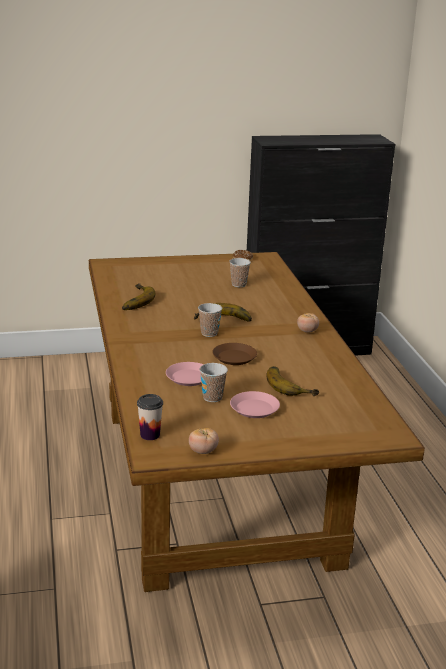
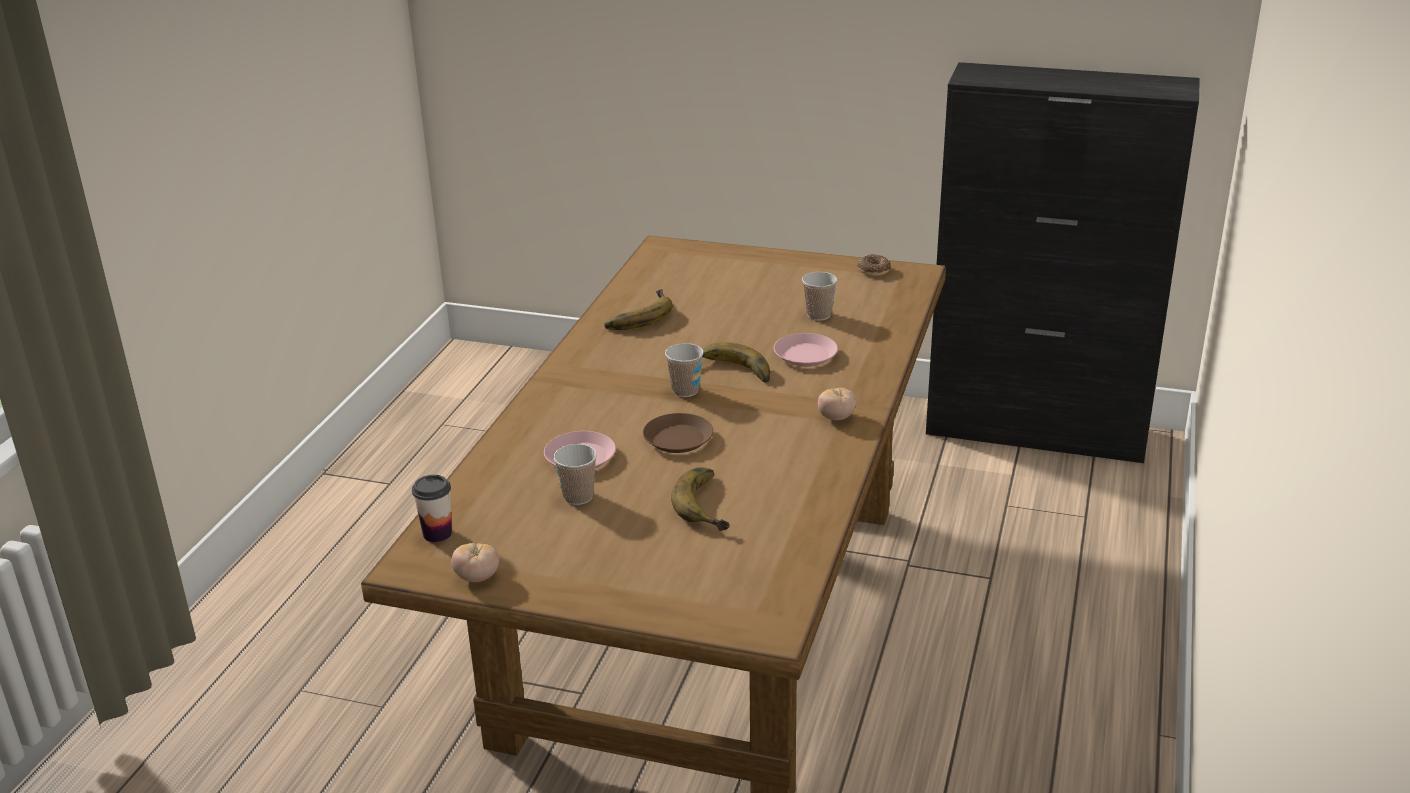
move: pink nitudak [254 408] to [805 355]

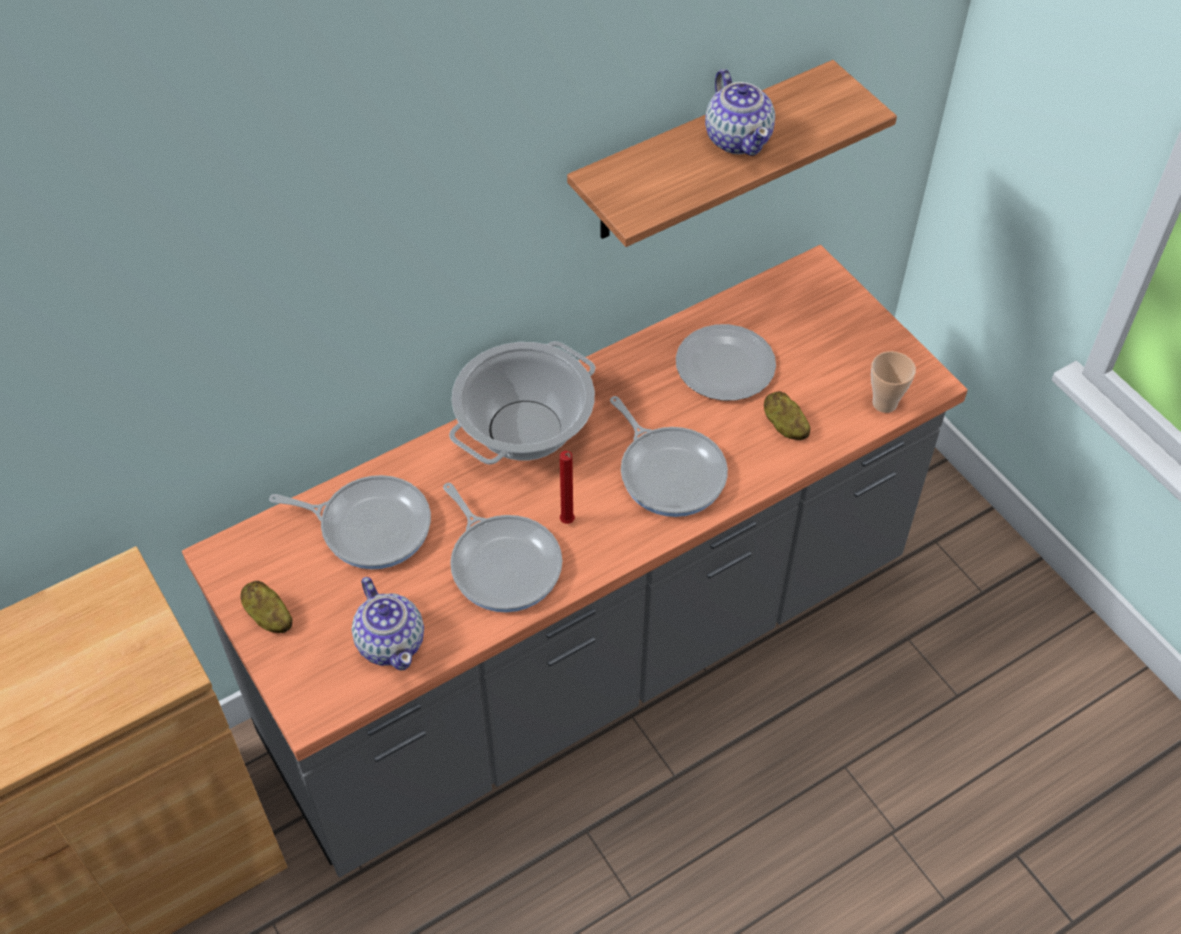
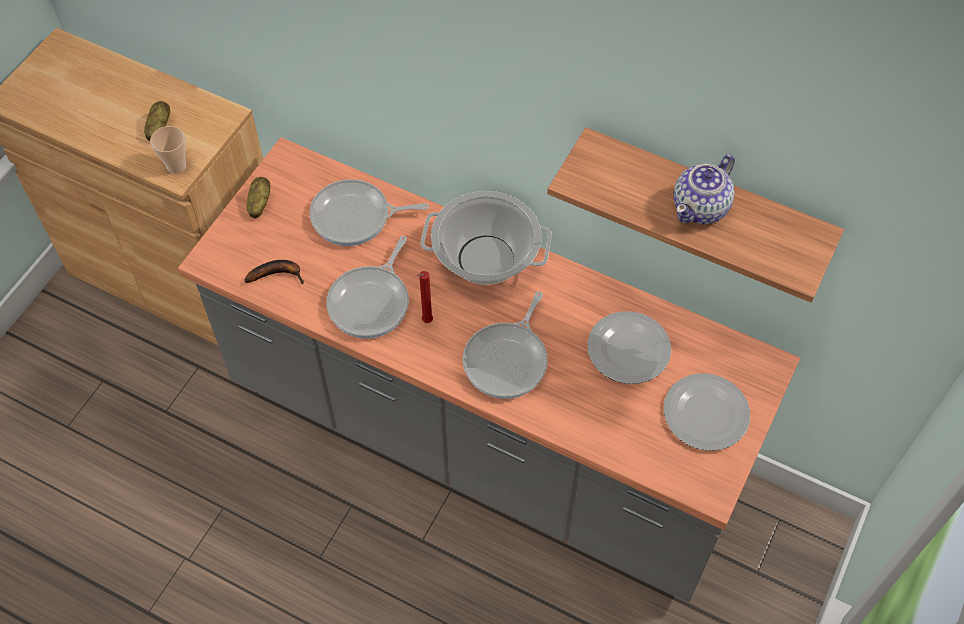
insert: nitudak [707 414]
move: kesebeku [784 426] to [158 128]; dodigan [884 403] to [176 166]
replace: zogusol [391 642] to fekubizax [278 274]
rotate: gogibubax [370 525] = [355 217] 105 degrees clockwise

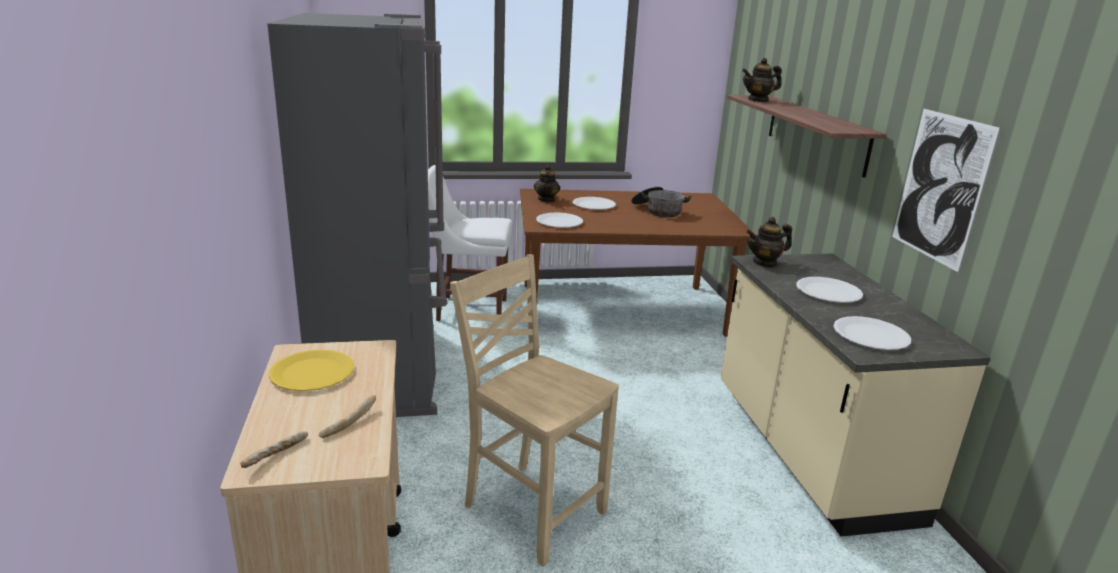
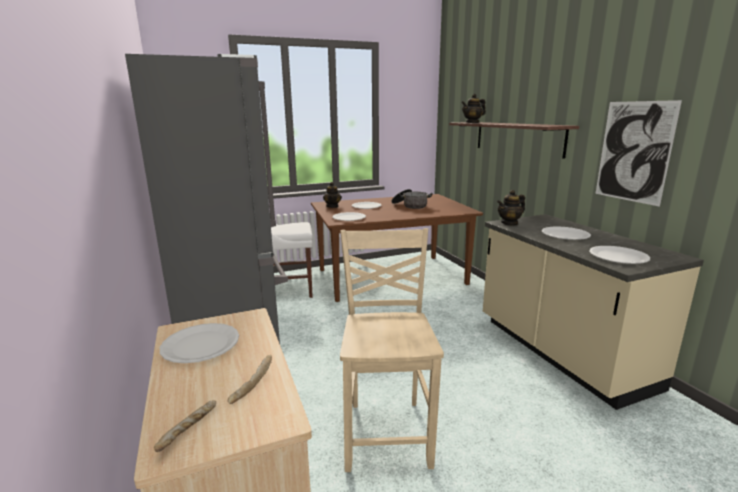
recolor: yellow nitudak [312 372] to white nitudak [201 344]
rotate: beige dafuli [532 509] = [387 432] 60 degrees clockwise

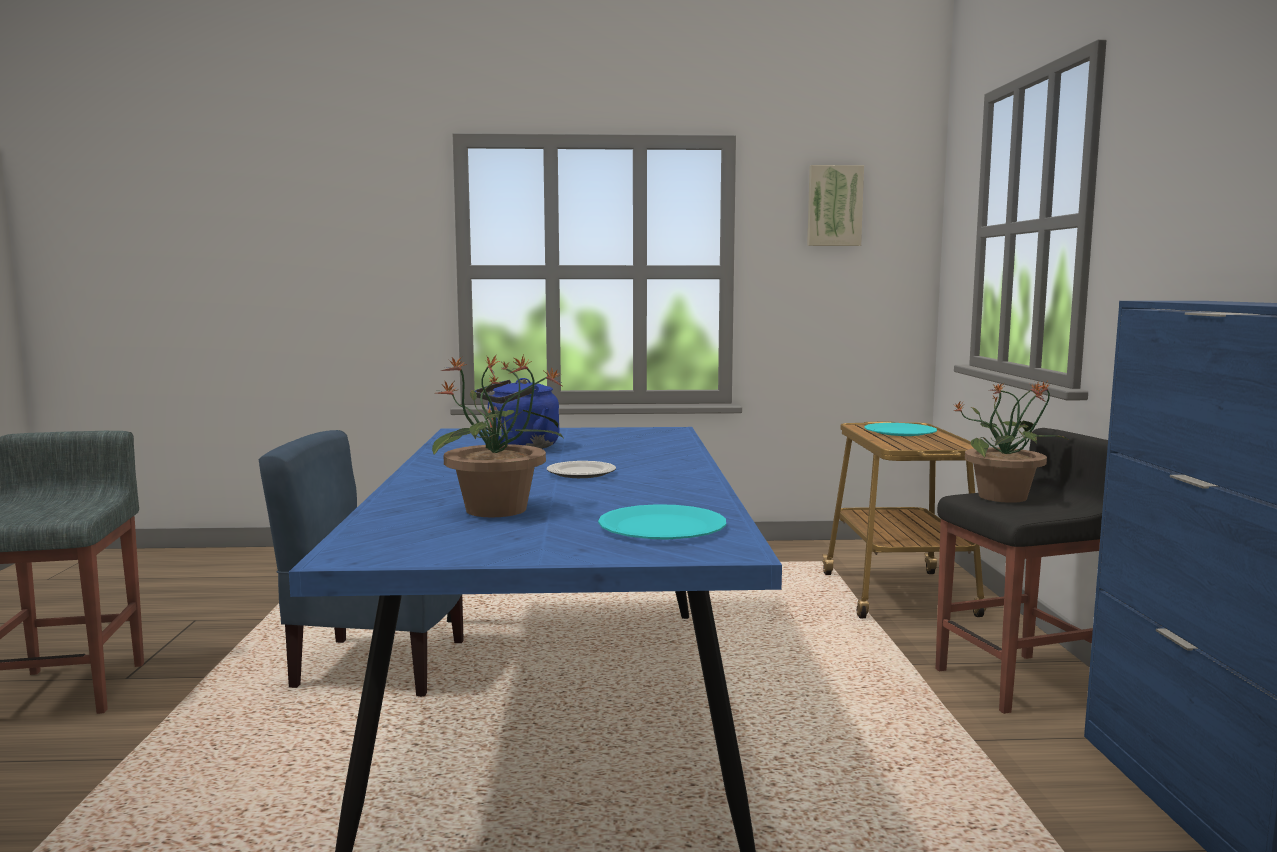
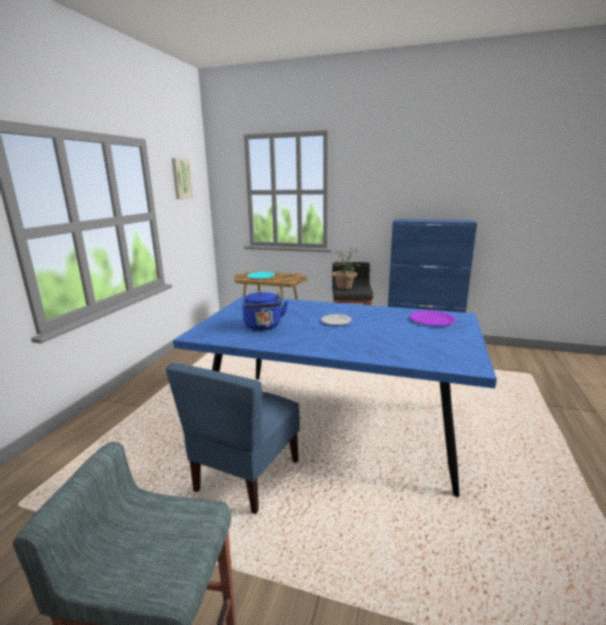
delete: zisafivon [498 510]
recolor: turquoise nitudak [662 527] to purple nitudak [432 319]

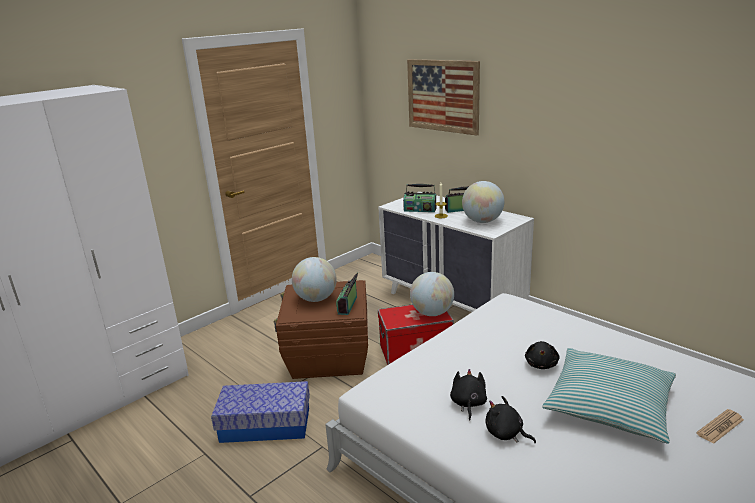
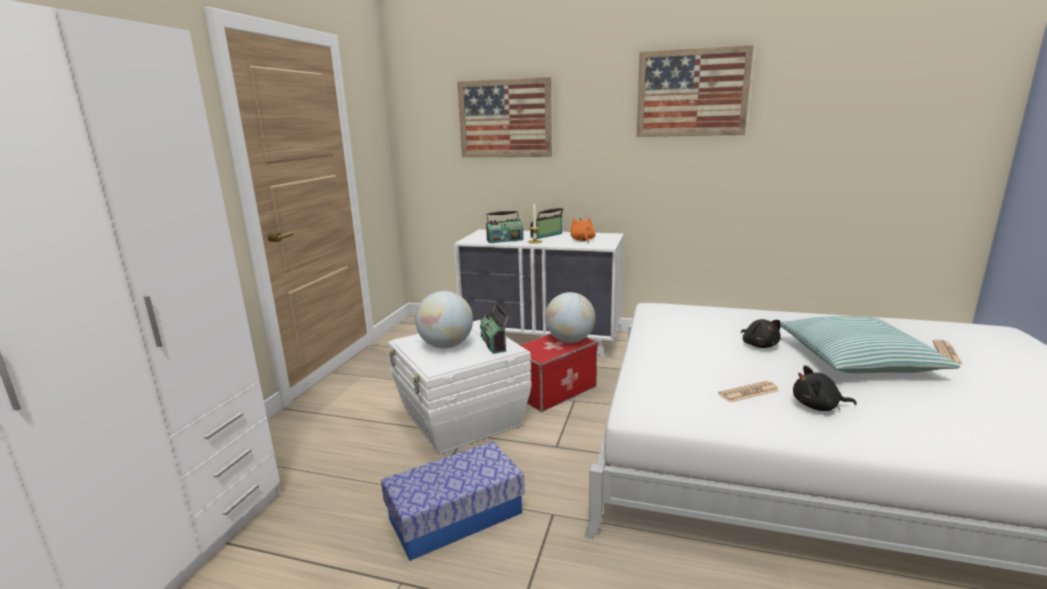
insert: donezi [692 93]
replace: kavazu [482 221] to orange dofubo [582 240]; black dofubo [468 404] to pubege [748 392]
recolor: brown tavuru [328 357] to white tavuru [461 420]

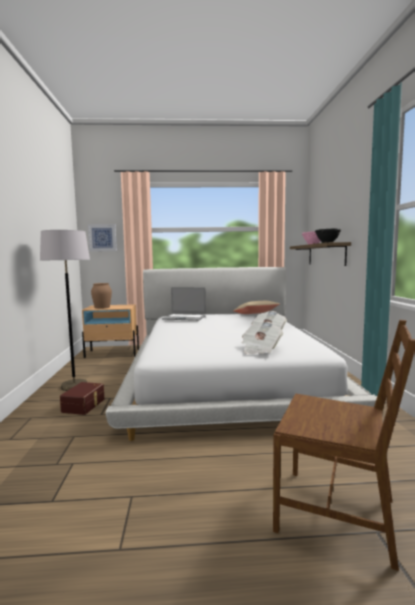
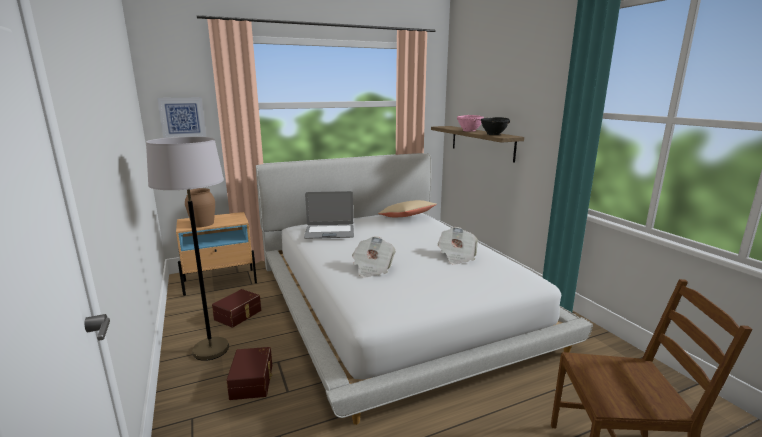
insert: brown tavuru [239 315]
move: pubege [260 349] to [372 268]

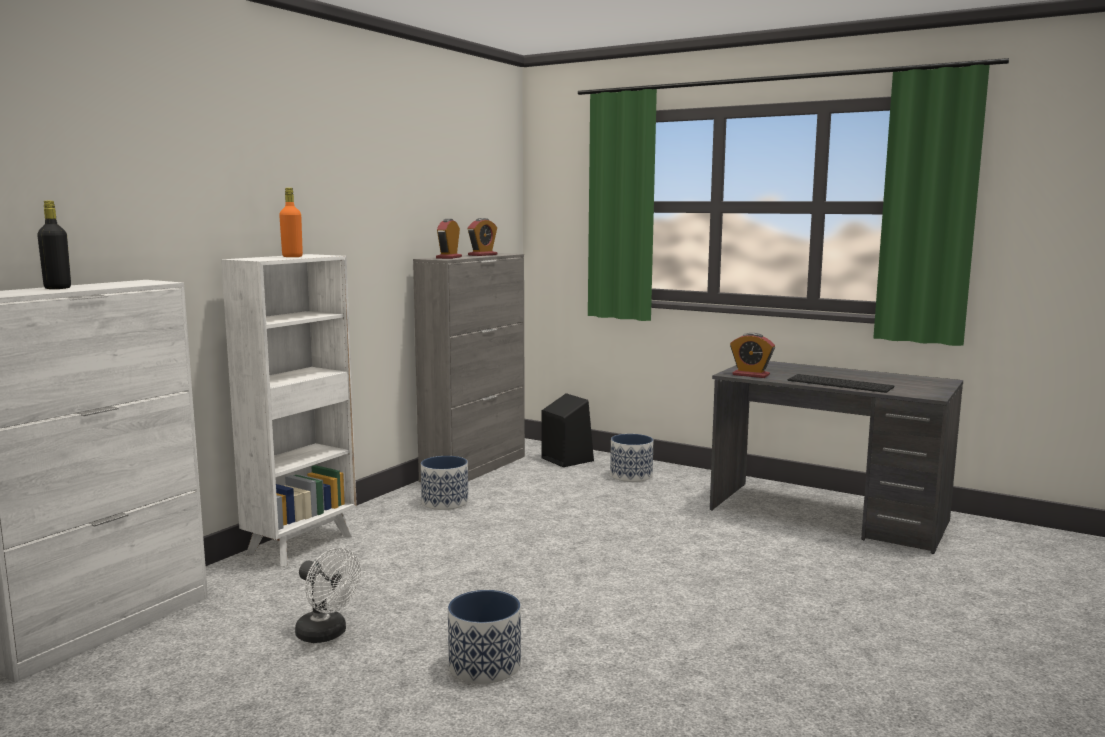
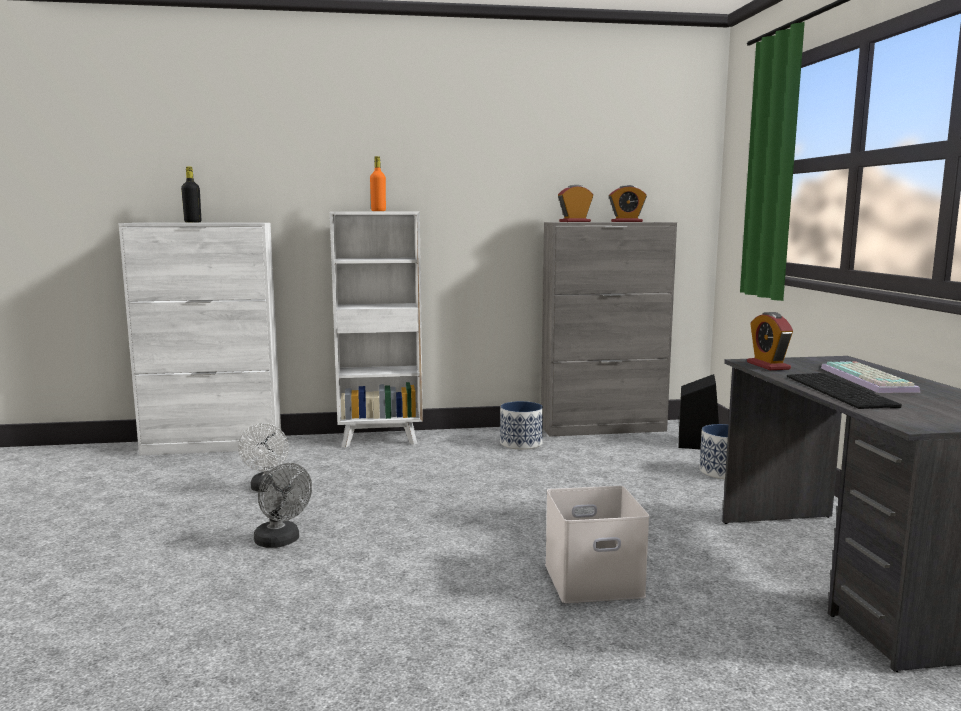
insert: white tavuru [594 579]; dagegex [869 379]
replace: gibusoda [484 665] to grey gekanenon [281 541]

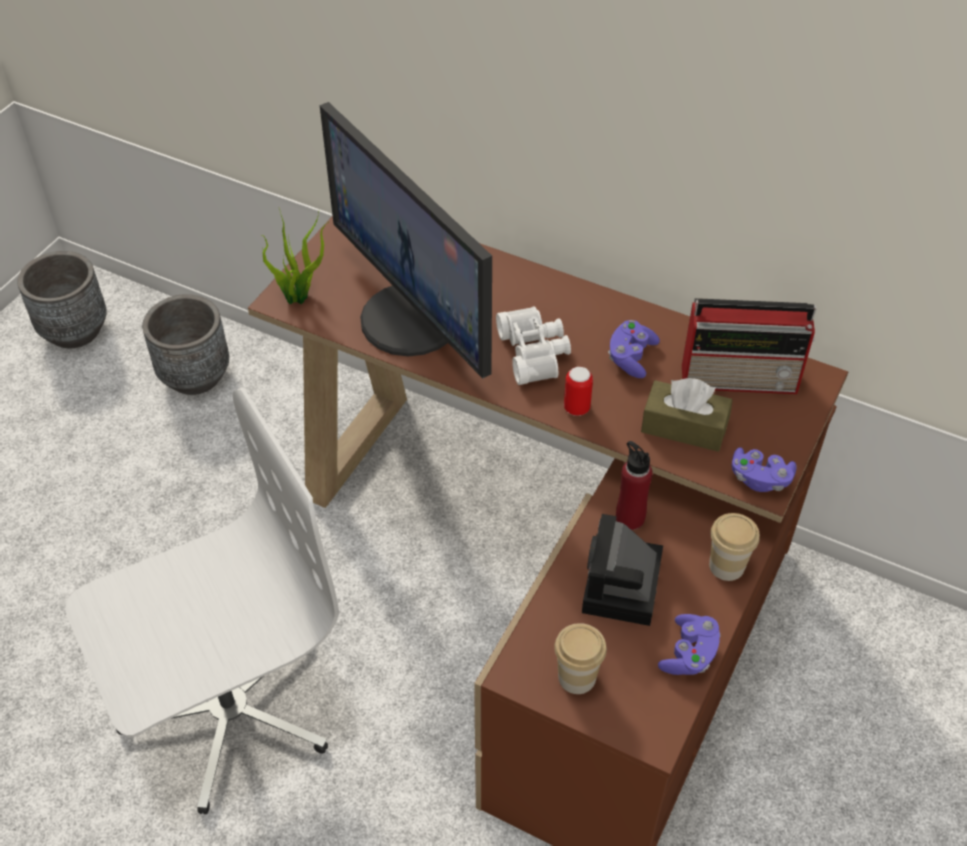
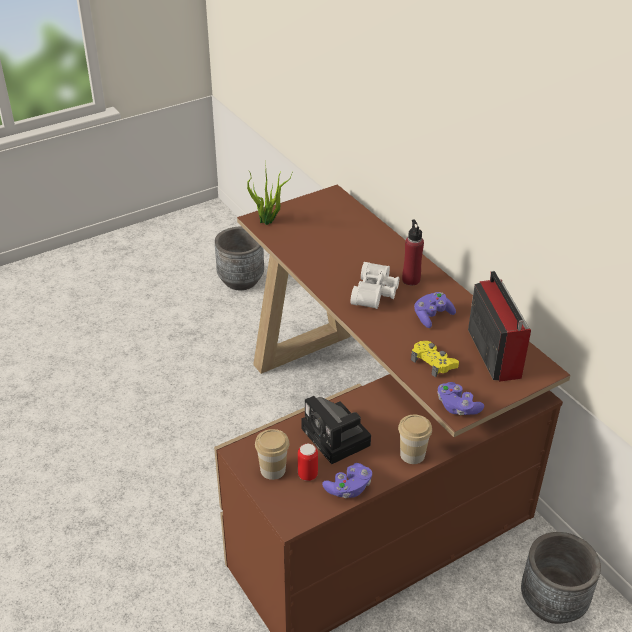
delete: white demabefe [228 709]; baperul [413 319]
move: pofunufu [576 408] to [307 475]; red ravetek [630 518] to [411 280]; grey gibusoda [75 331] to [552 603]
replace: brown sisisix [684 427] to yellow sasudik [433 362]
rotate: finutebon [622 589] = [338 438] 75 degrees counterclockwise; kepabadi [741 378] = [494 352] 135 degrees counterclockwise

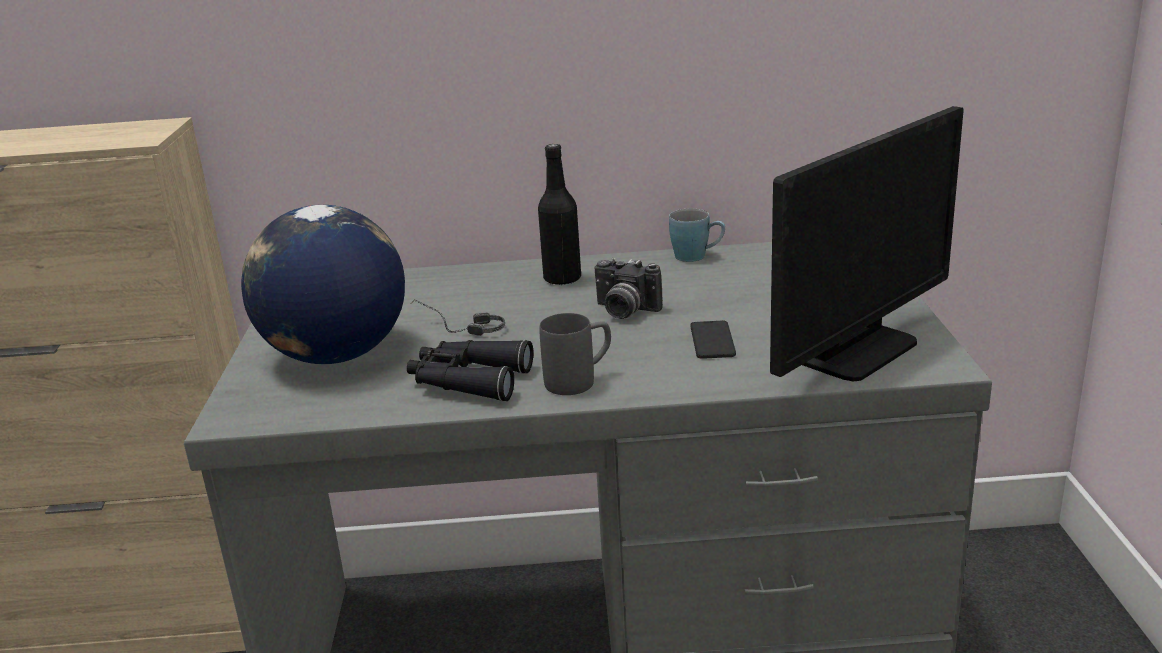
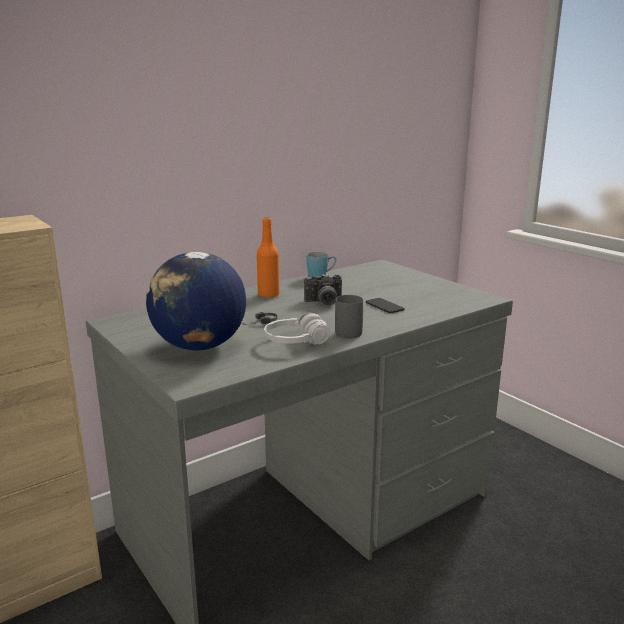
delete: baperul [856 351]
replace: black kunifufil [468 381] to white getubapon [296 342]
recolor: black ravetek [562 279] to orange ravetek [268 295]

